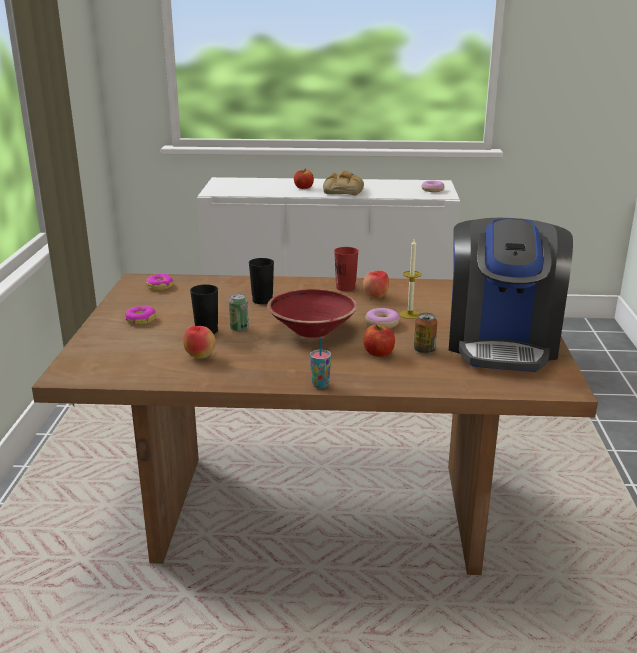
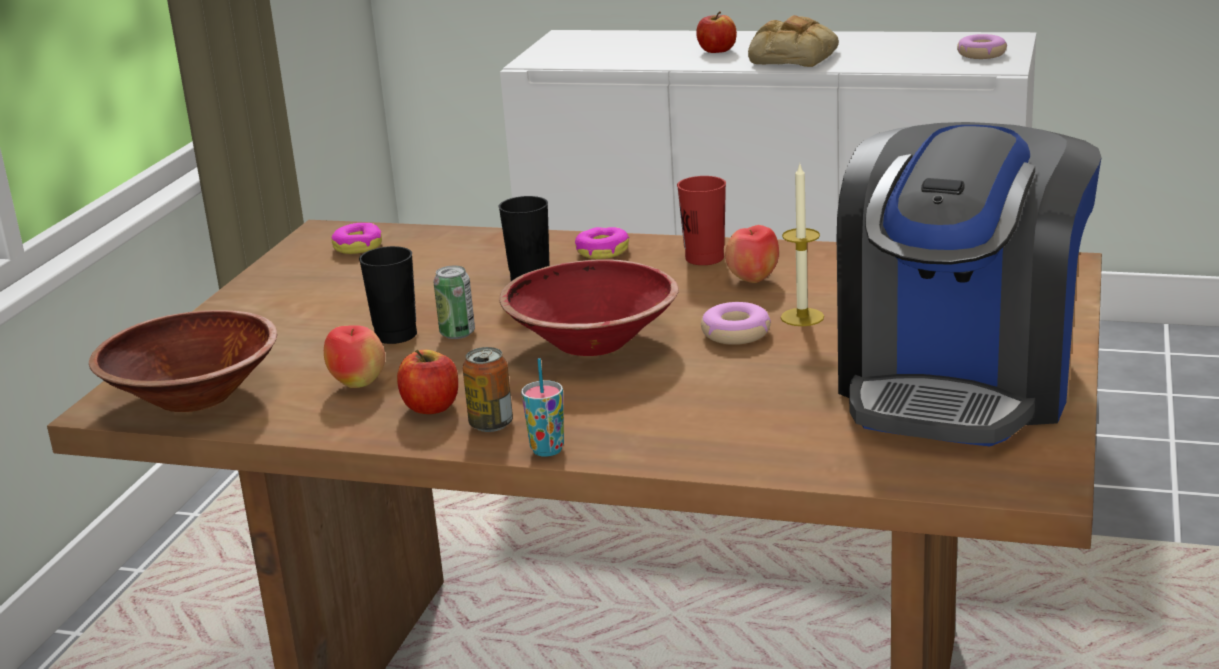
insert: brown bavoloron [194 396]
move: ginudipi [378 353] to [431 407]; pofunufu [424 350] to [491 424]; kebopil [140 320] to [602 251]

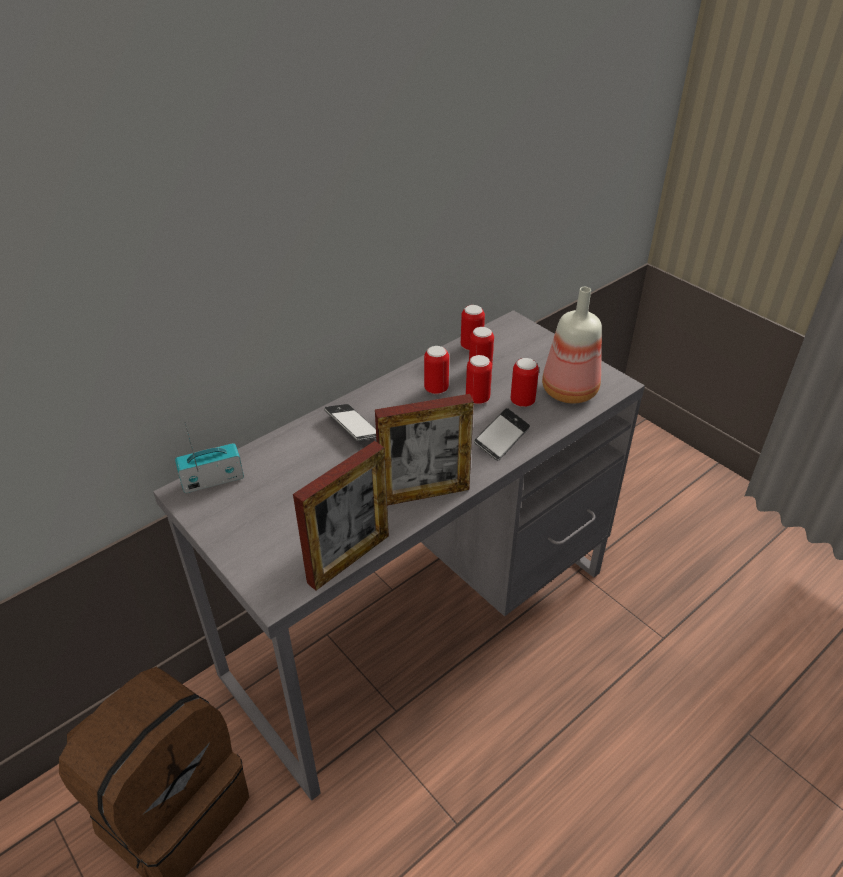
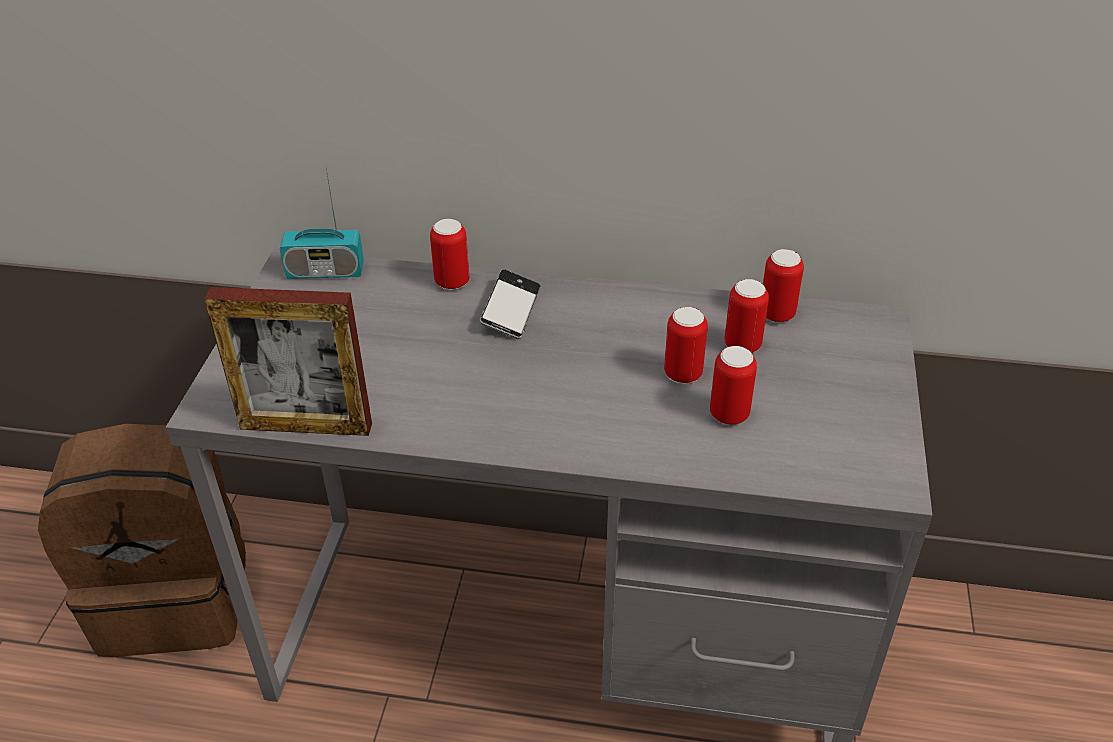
delete: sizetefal [424 493]; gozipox [501 438]; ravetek [570 392]
move: pofunufu [436 389] to [452 282]
rotate: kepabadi [212 480] = [325 271] 150 degrees clockwise

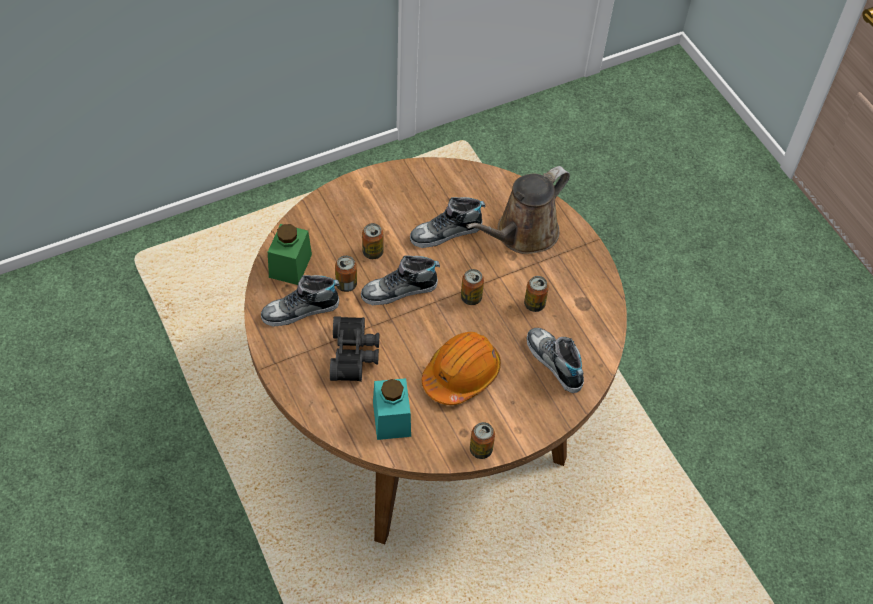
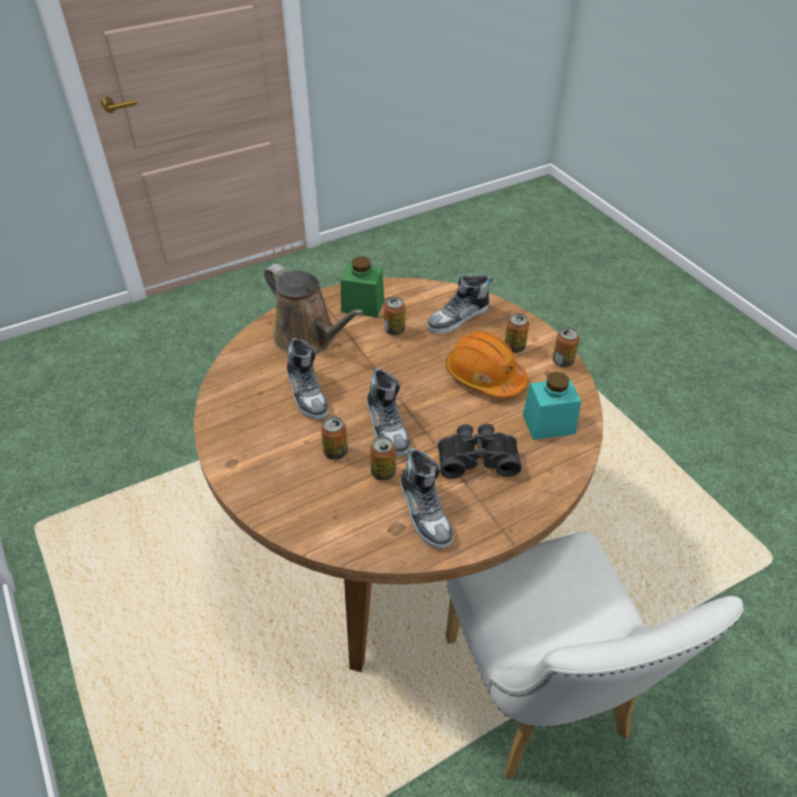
insert: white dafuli [542 699]
move: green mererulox [290 266] to [362 305]; pofunufu [471 298] to [514 347]

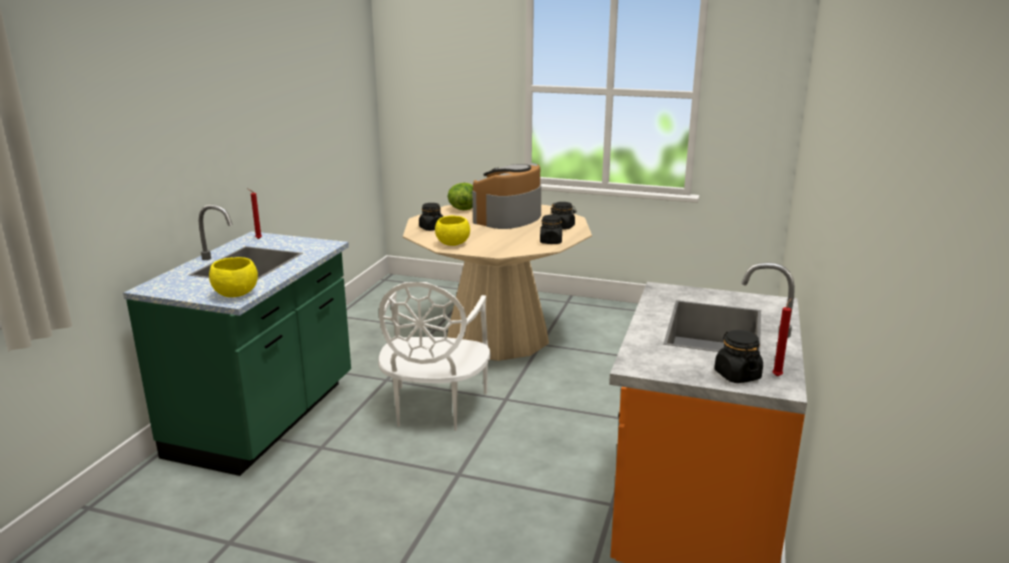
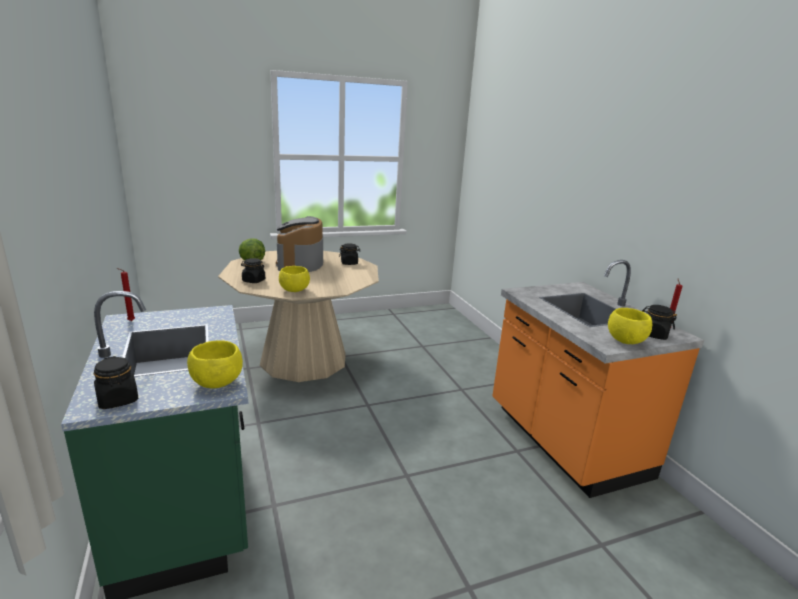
delete: white dafuli [434 409]
insert: yellow bavoloron [625 341]
move: black mererulox [551 242] to [118 400]

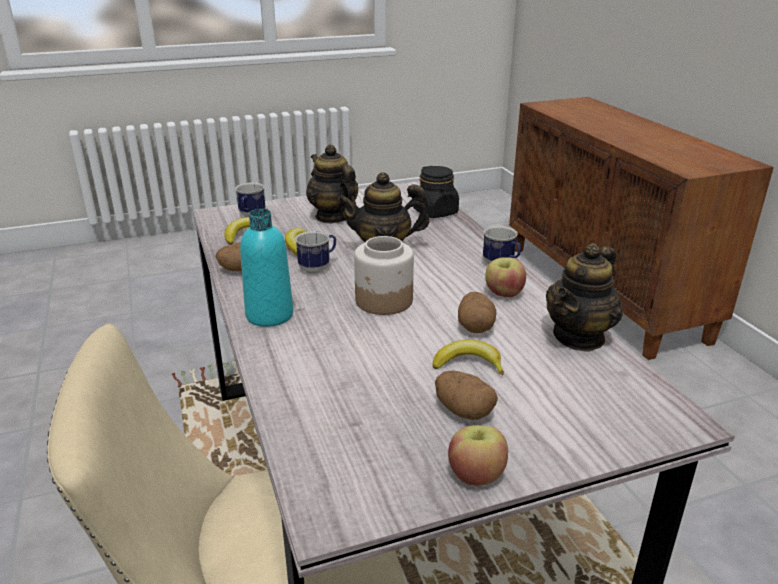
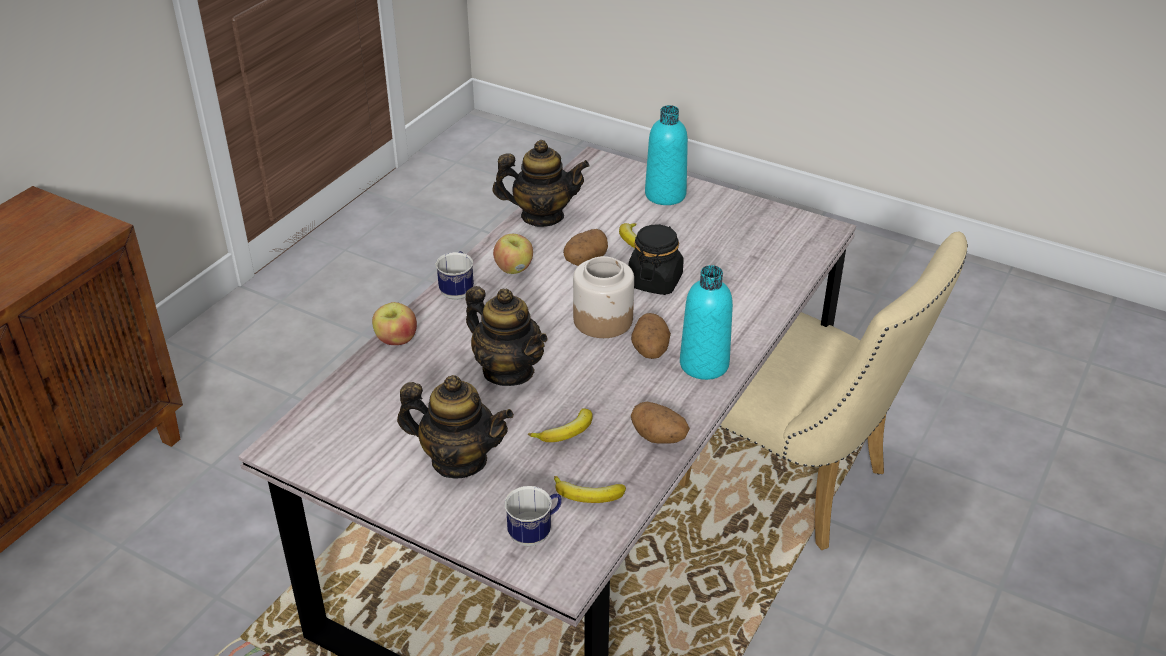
delete: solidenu [318 268]
insert: turquoise ravetek [665 195]
move: ginudipi [476 474] to [396 340]; black mererulox [435 212] to [654 281]; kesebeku [463 411] to [650 351]
rotate: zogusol [333 217] = [459 460] 90 degrees counterclockwise

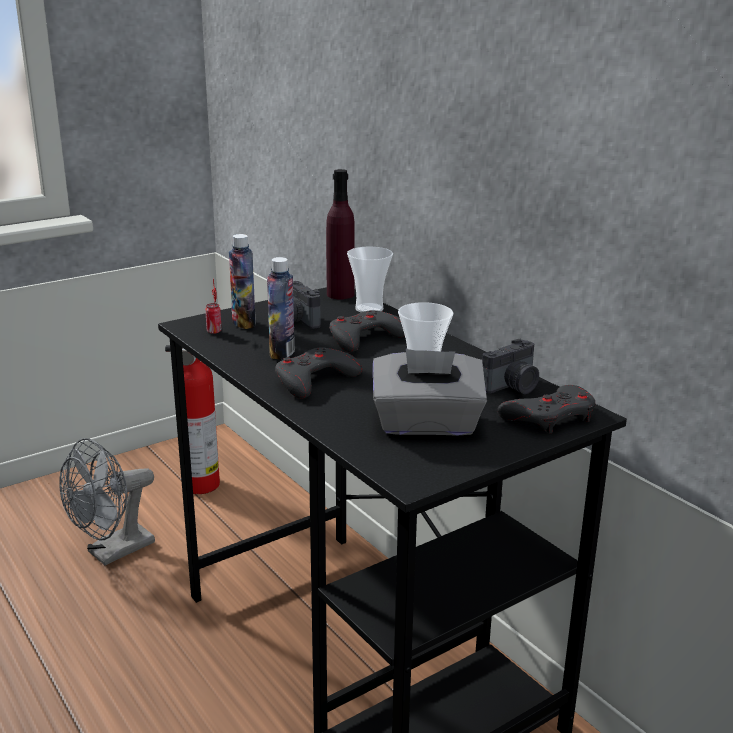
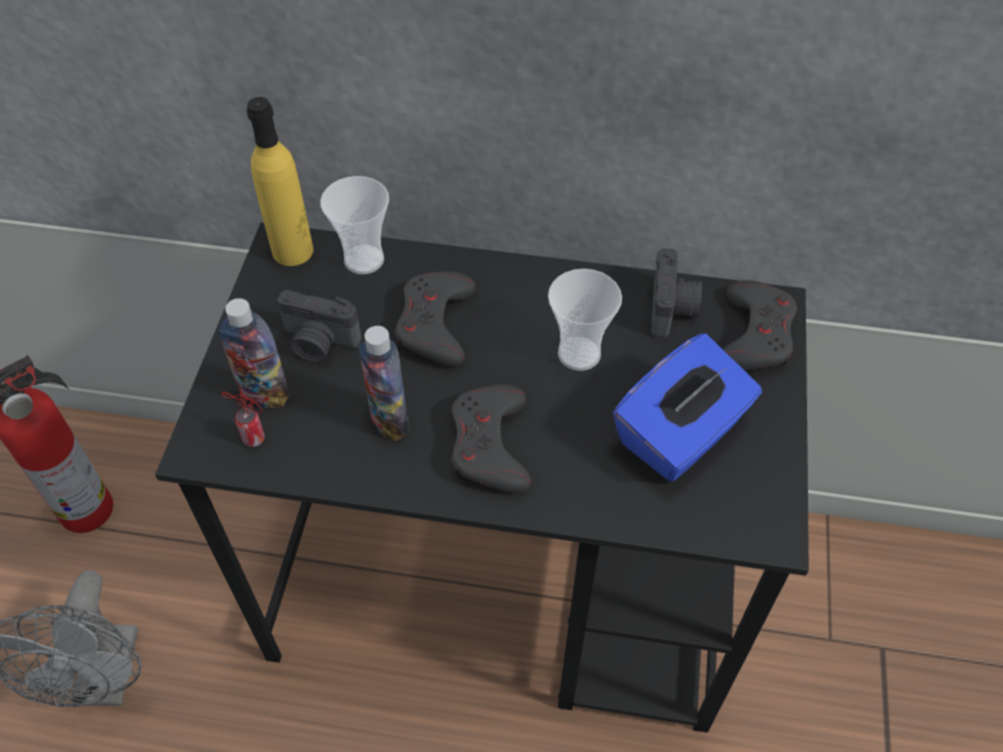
recolor: purple ravetek [340 294] to yellow ravetek [292 251]; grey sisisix [427 424] to blue sisisix [681 434]

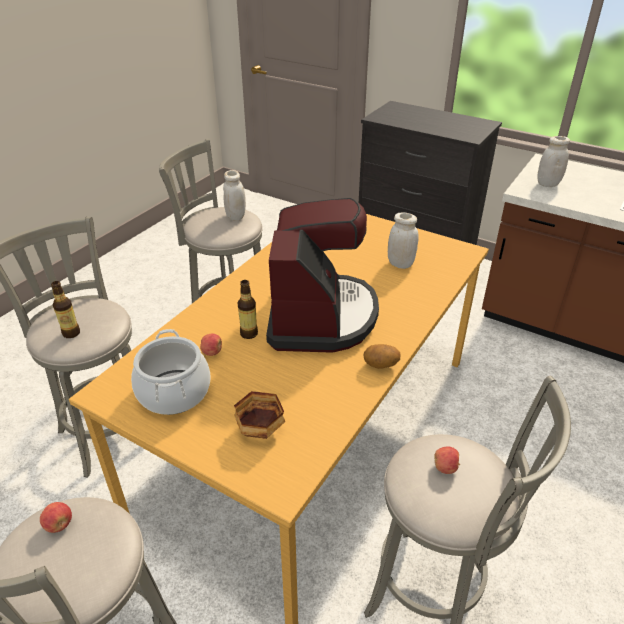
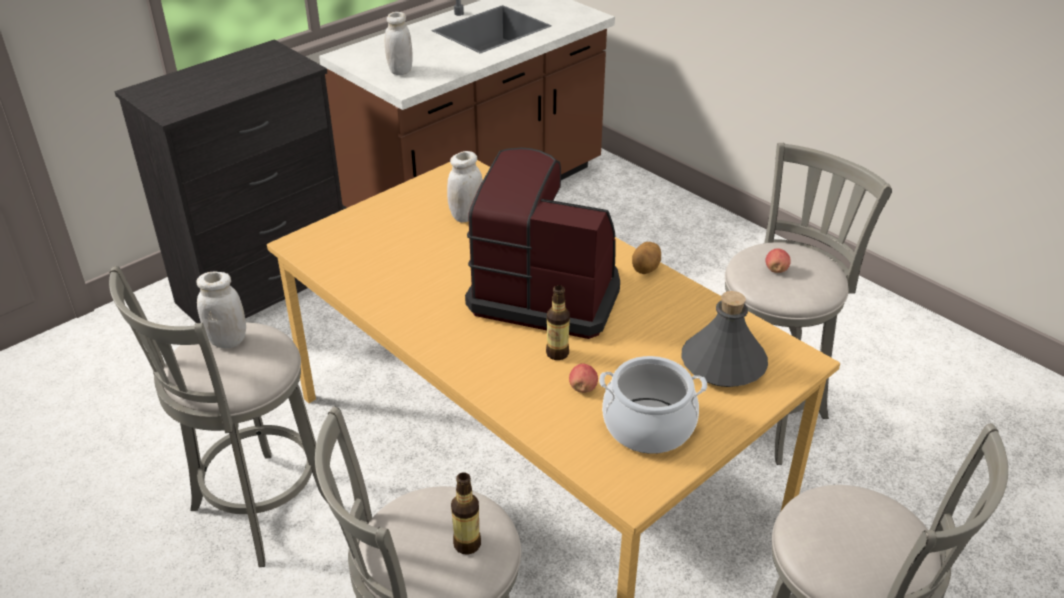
delete: ginudipi [59 525]
replace: bavoloron [261 430] to grey ravetek [723 363]

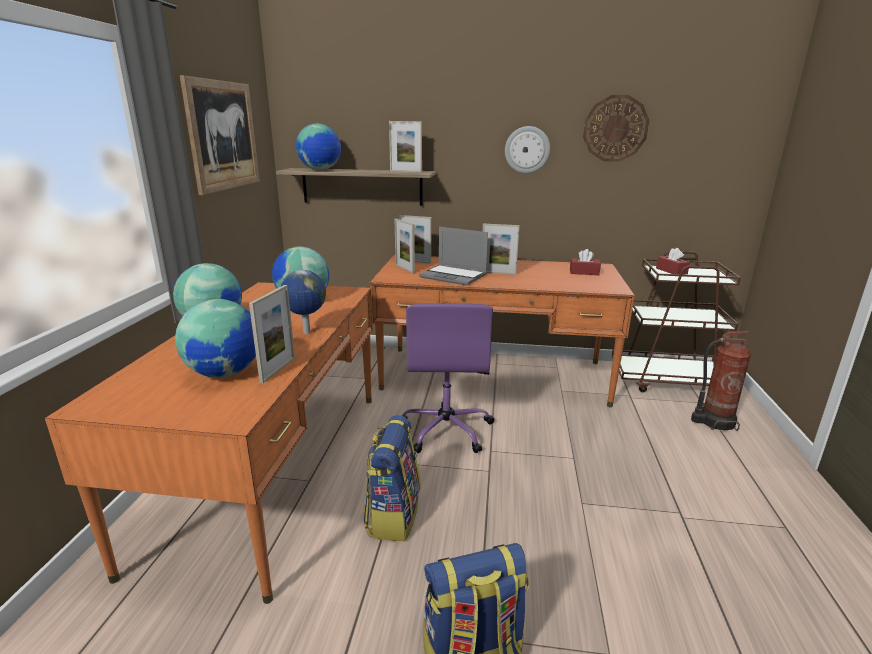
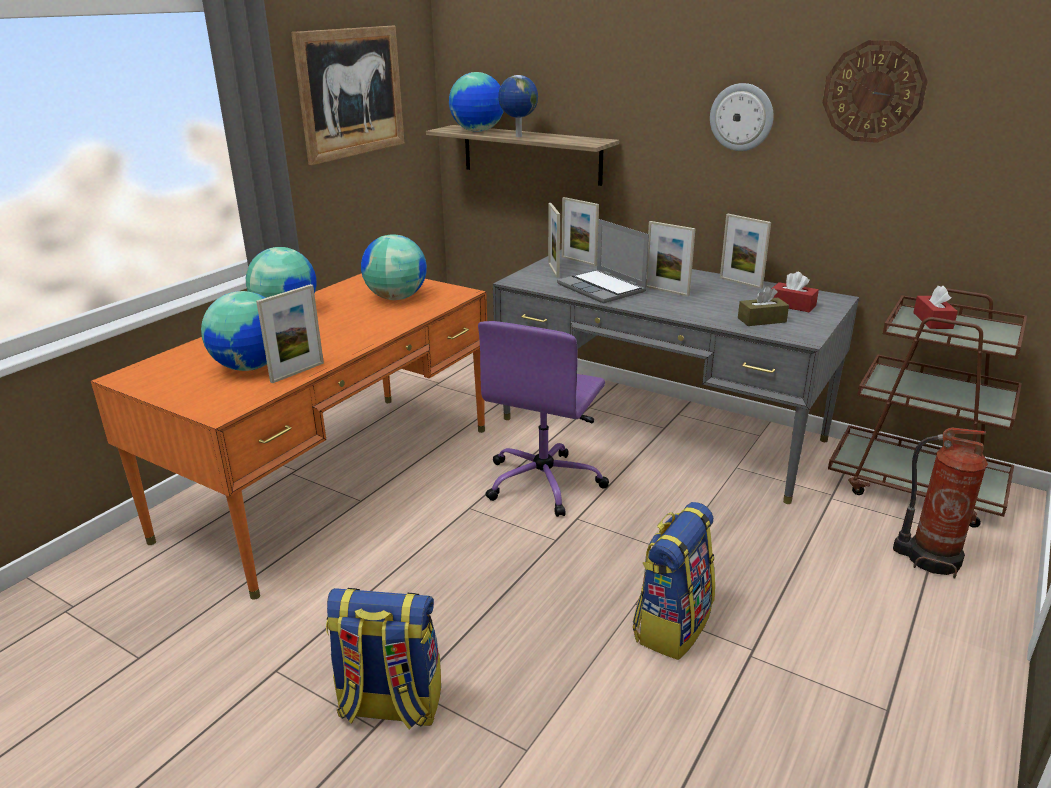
insert: brown sisisix [761 320]
move: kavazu [306 332] to [518 136]; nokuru [392 515] to [671 625]; sizetefal [405 171] to [740 283]
recolor: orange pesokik [493 375] to grey pesokik [660 429]

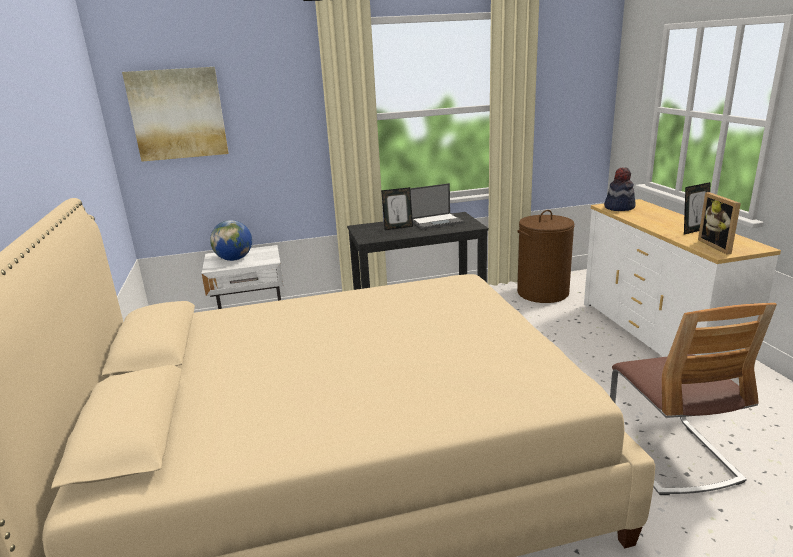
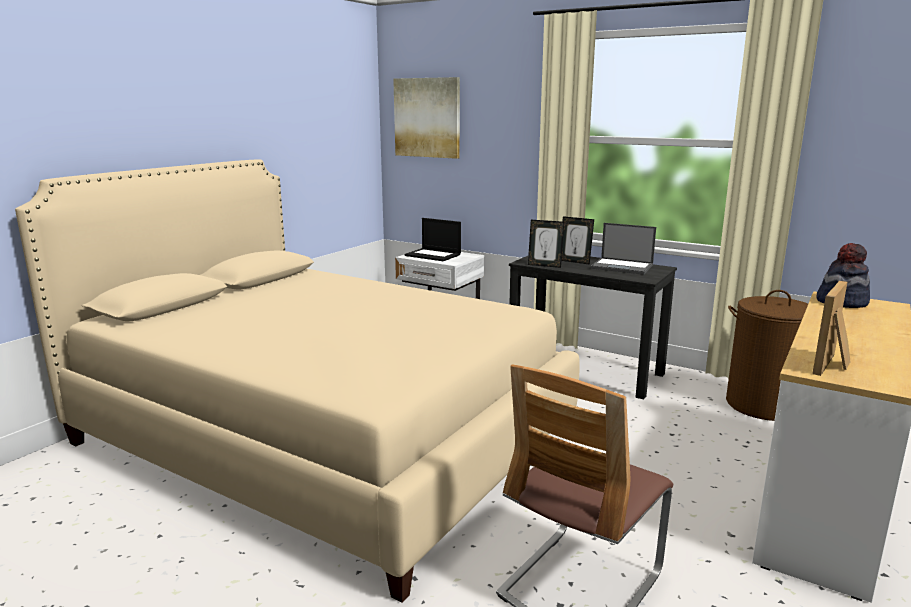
move: sizetefal [693 230] to [544 265]
replace: kavazu [234 259] to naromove [433 255]

